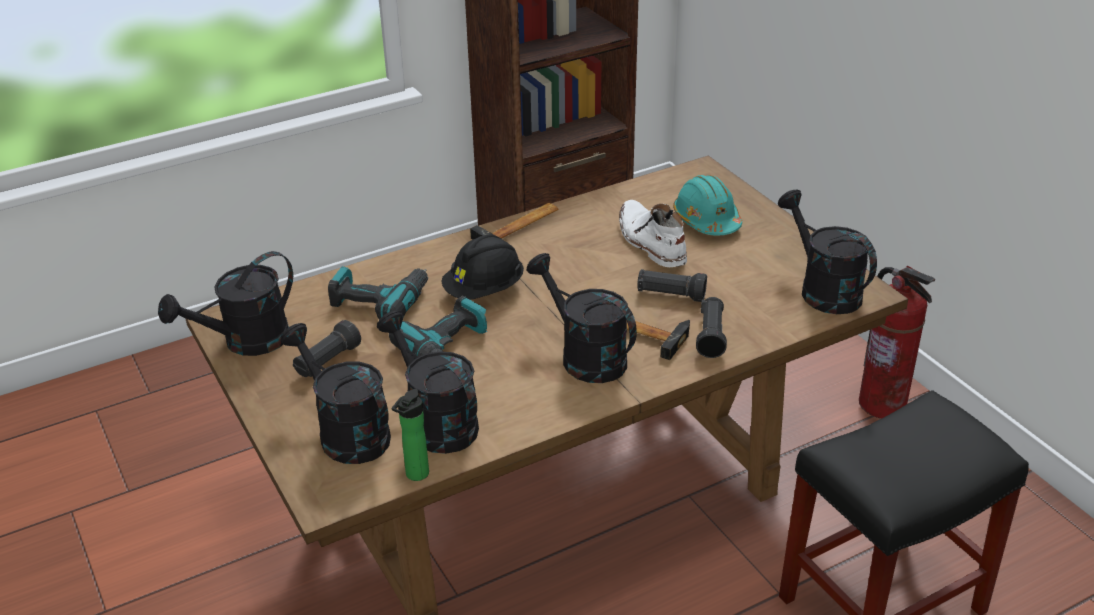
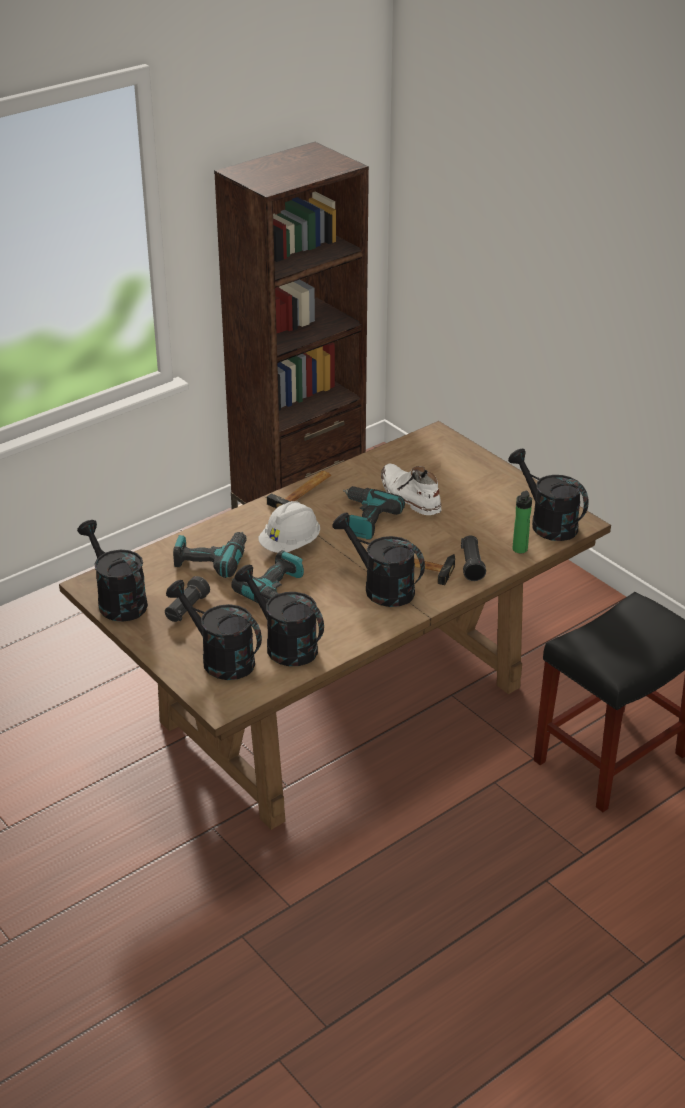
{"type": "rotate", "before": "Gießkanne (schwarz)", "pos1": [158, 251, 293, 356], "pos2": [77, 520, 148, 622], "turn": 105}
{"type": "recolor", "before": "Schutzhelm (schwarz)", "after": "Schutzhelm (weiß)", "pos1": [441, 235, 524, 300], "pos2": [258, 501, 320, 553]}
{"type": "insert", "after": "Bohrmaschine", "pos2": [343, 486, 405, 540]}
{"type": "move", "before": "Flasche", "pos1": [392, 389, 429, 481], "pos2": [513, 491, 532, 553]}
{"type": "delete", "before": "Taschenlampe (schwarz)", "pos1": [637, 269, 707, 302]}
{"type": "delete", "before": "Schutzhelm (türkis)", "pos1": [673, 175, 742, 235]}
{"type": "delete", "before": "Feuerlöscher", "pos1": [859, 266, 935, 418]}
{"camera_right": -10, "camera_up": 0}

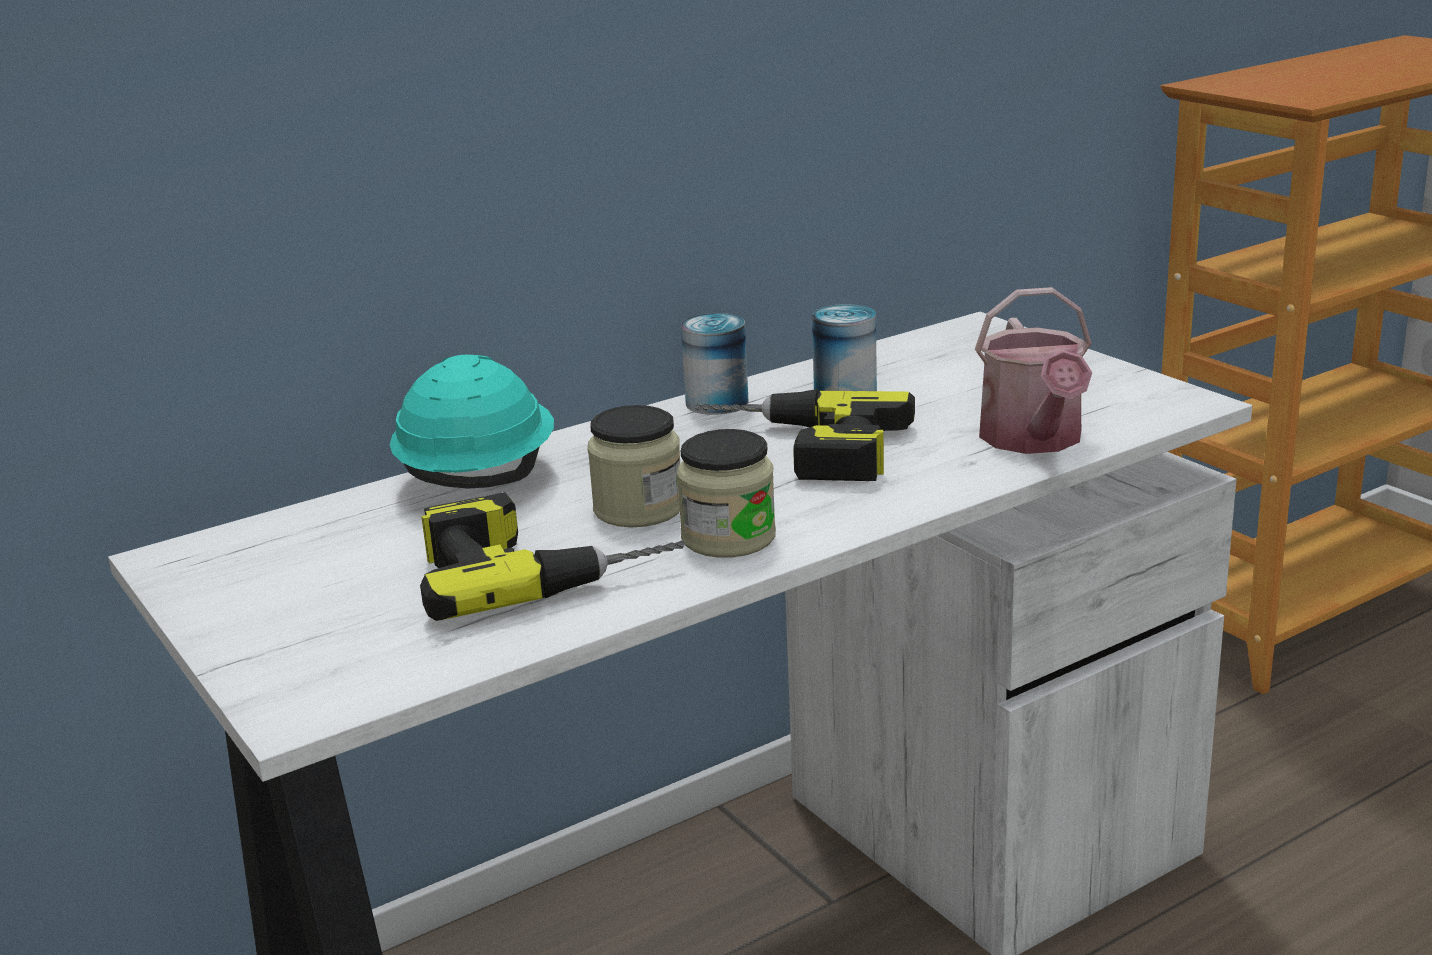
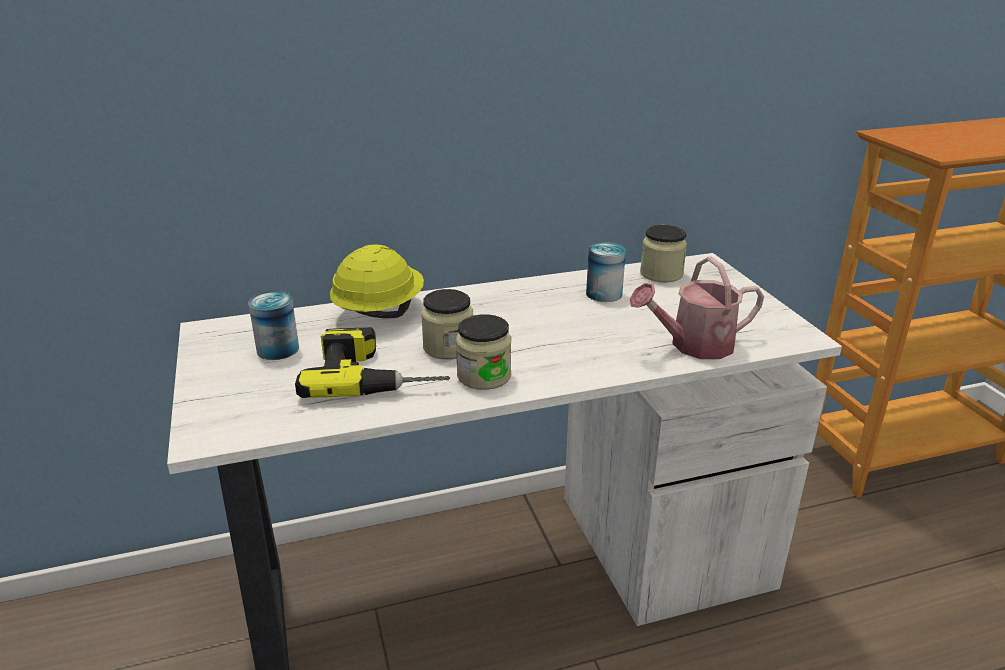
{"type": "move", "before": "Dose", "pos1": [681, 313, 748, 415], "pos2": [248, 291, 299, 360]}
{"type": "recolor", "before": "Schutzhelm (türkis)", "after": "Schutzhelm (gelb)", "pos1": [390, 355, 554, 489], "pos2": [330, 244, 424, 318]}
{"type": "rotate", "before": "Gießkanne", "pos1": [975, 287, 1093, 454], "pos2": [630, 256, 764, 359], "turn": 60}
{"type": "insert", "after": "Vorratsglas", "pos2": [640, 225, 687, 282]}
{"type": "delete", "before": "Bohrmaschine", "pos1": [695, 389, 915, 481]}
{"camera_right": 15, "camera_up": 5}

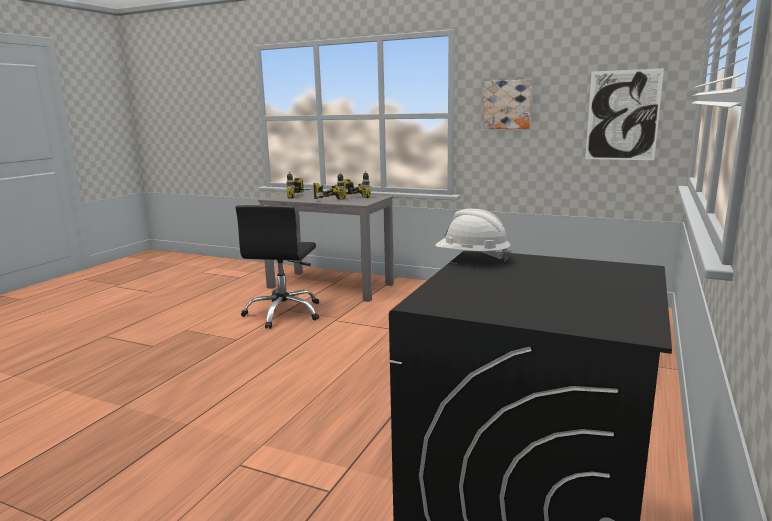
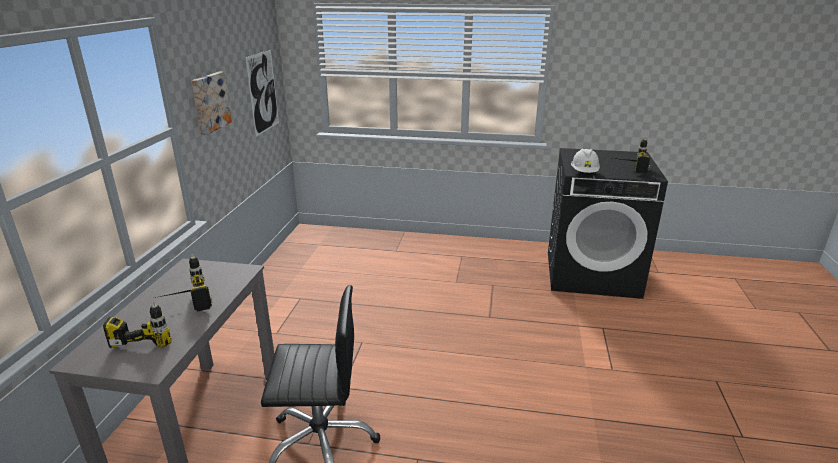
{"type": "move", "before": "Bohrmaschine", "pos1": [344, 170, 372, 198], "pos2": [613, 137, 650, 174]}
{"camera_right": -105, "camera_up": 10}

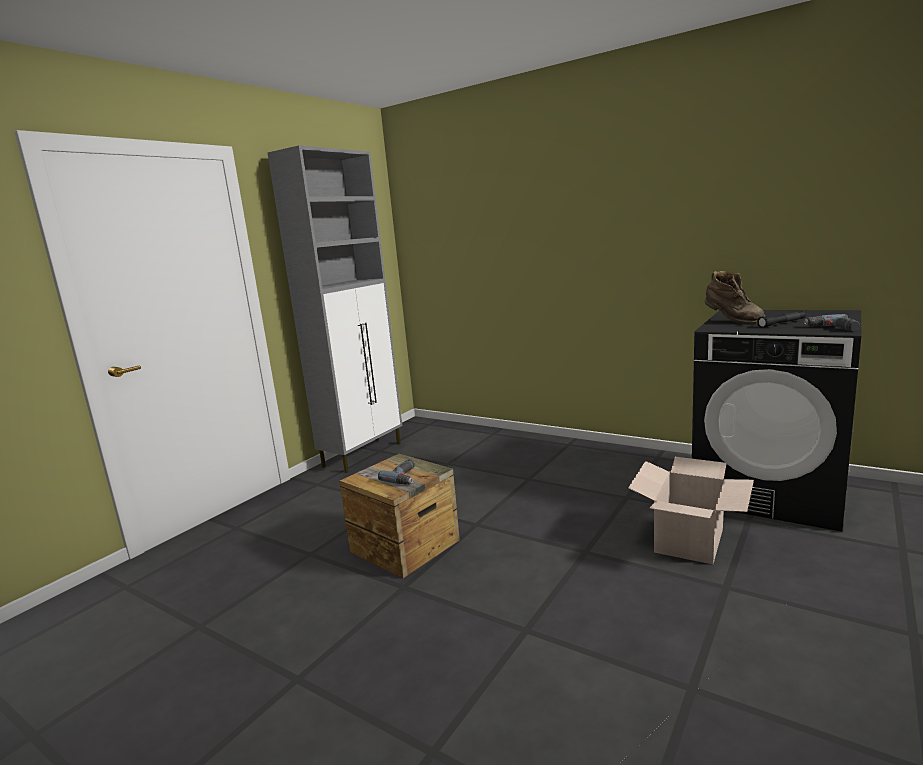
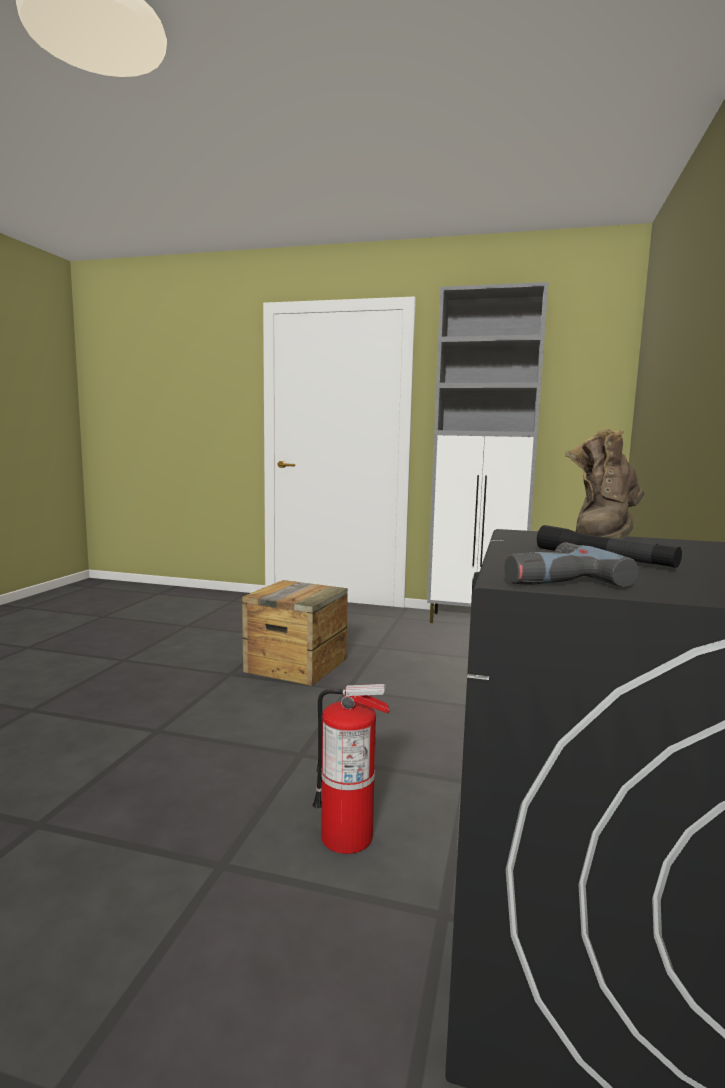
{"type": "replace", "before": "Karton", "after": "Feuerlöscher", "pos1": [628, 457, 754, 565], "pos2": [312, 684, 390, 854]}
{"type": "delete", "before": "Bohrmaschine", "pos1": [378, 459, 415, 485]}
{"camera_right": 70, "camera_up": -5}

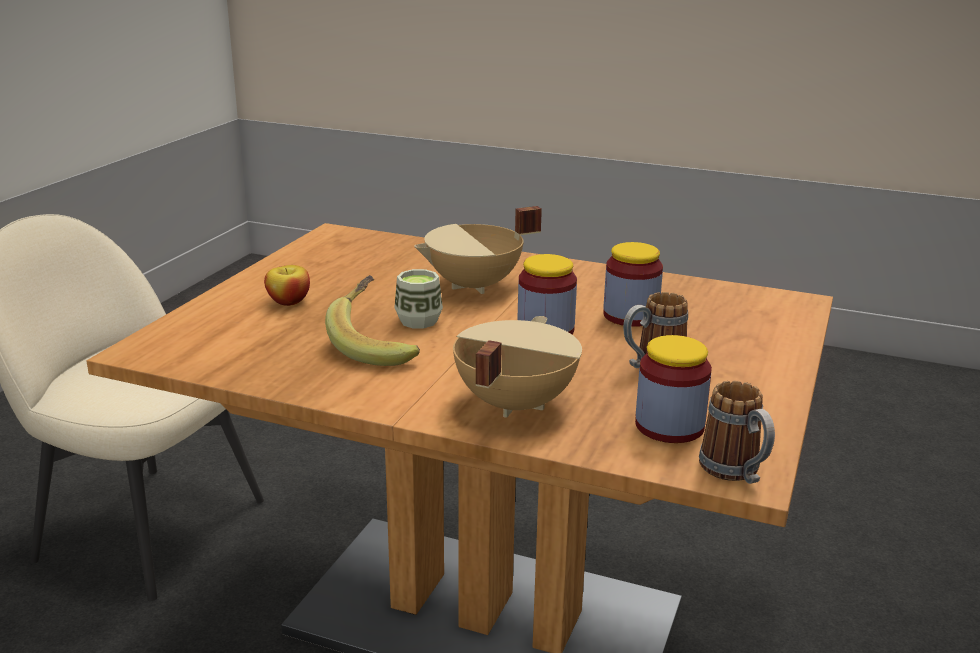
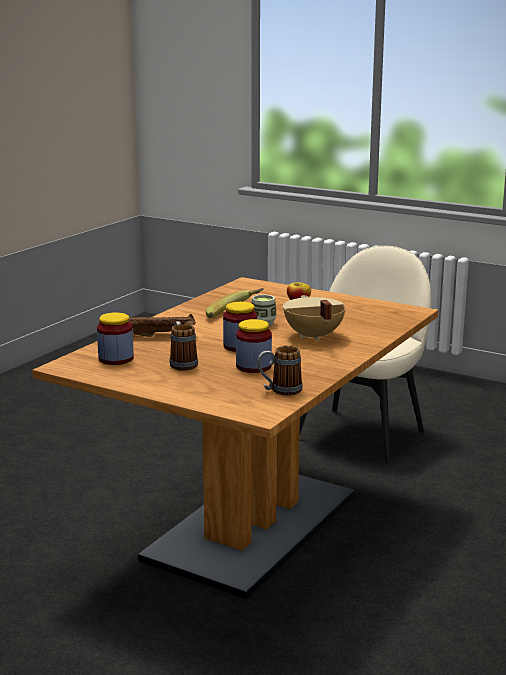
{"type": "replace", "before": "Kochtopf (beige)", "after": "Tablett (braun)", "pos1": [453, 316, 582, 418], "pos2": [129, 314, 196, 337]}
{"type": "move", "before": "Henkelbecher", "pos1": [699, 381, 775, 484], "pos2": [257, 346, 303, 396]}
{"camera_right": 100, "camera_up": -5}

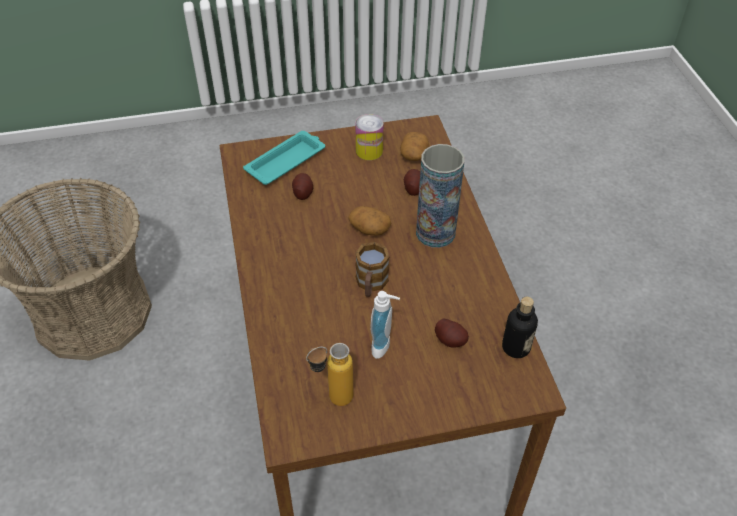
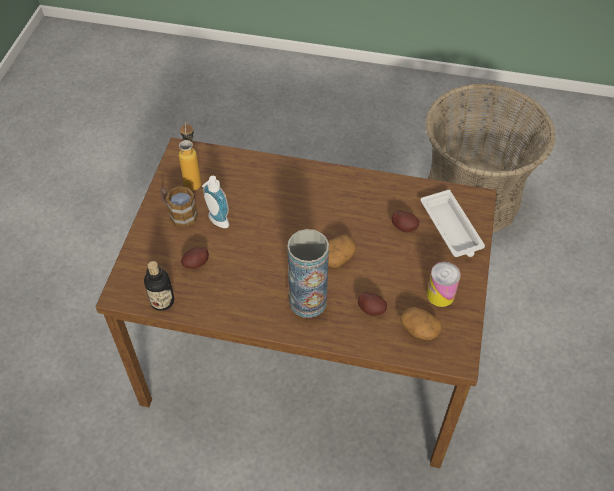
{"type": "move", "before": "Henkelbecher", "pos1": [355, 242, 390, 297], "pos2": [159, 186, 198, 228]}
{"type": "recolor", "before": "Tablett (türkis)", "after": "Tablett (weiß)", "pos1": [243, 131, 325, 185], "pos2": [421, 190, 485, 257]}
{"camera_right": 115, "camera_up": 5}

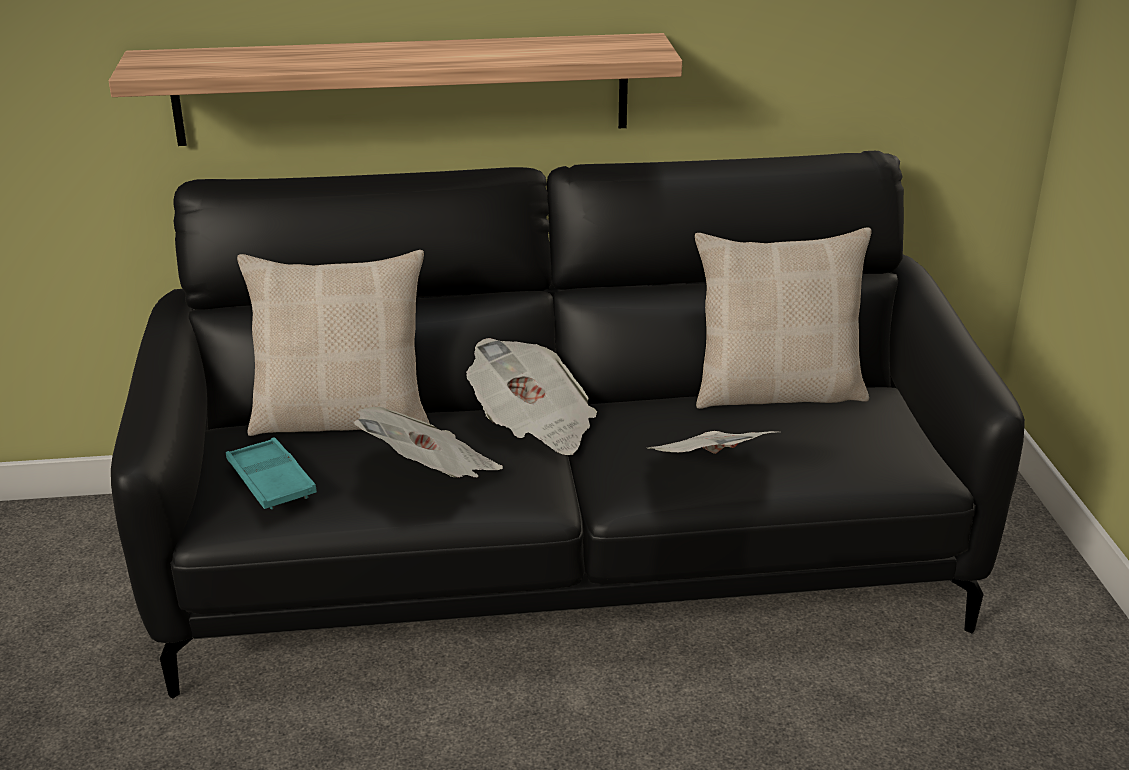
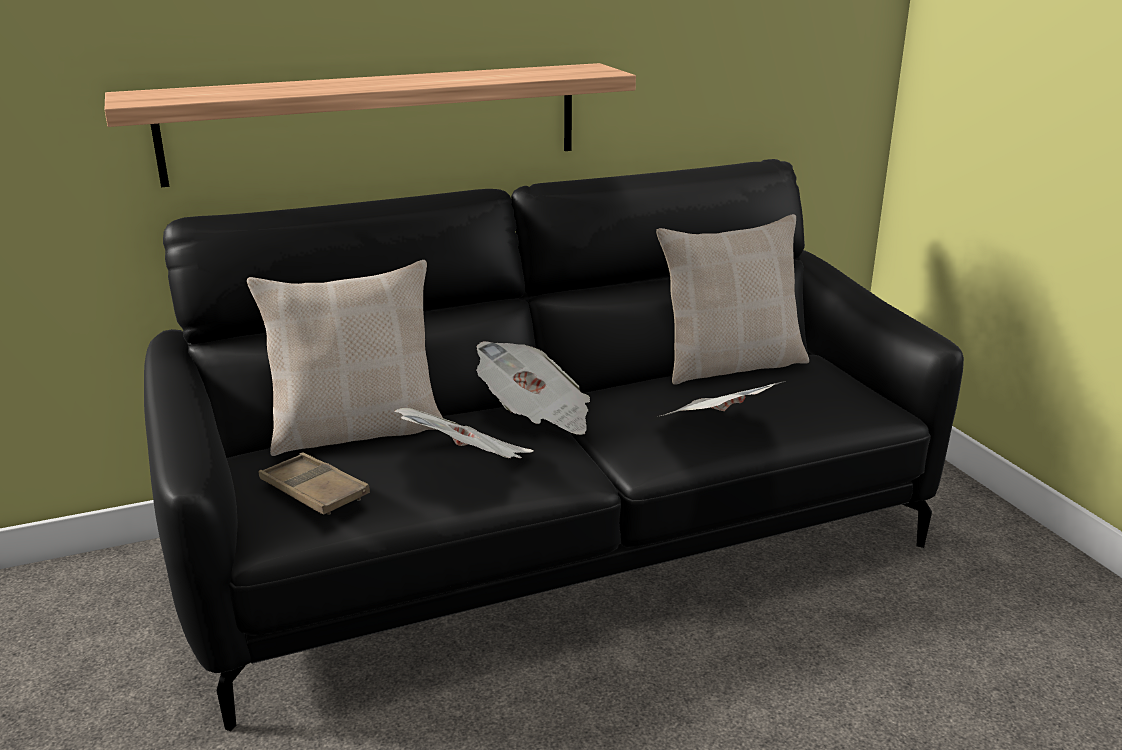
{"type": "recolor", "before": "Tablett (türkis)", "after": "Tablett (braun)", "pos1": [226, 437, 317, 509], "pos2": [259, 452, 370, 515]}
{"camera_right": -15, "camera_up": -5}

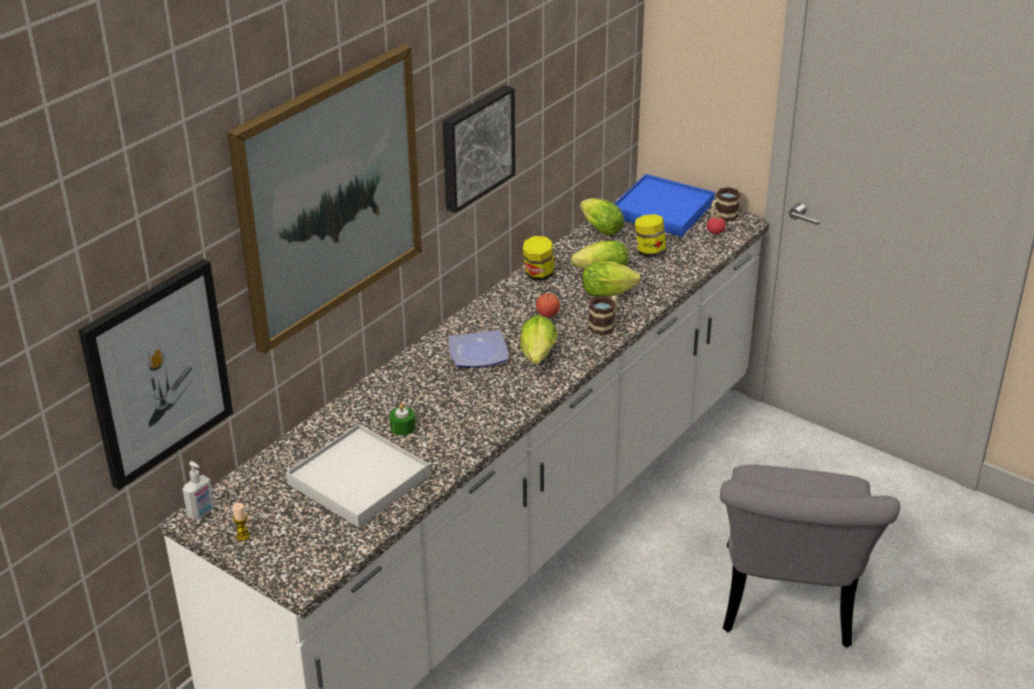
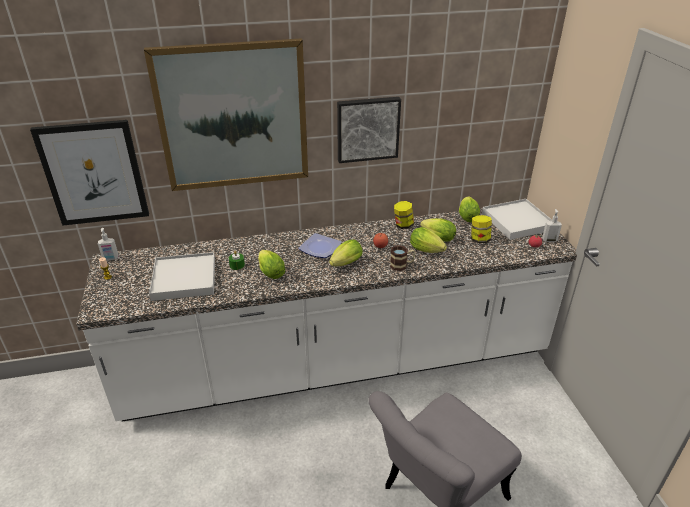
{"type": "insert", "after": "Salatkopf", "pos2": [258, 250, 285, 279]}
{"type": "recolor", "before": "Tablett (blau)", "after": "Tablett (weiß)", "pos1": [614, 174, 715, 237], "pos2": [482, 199, 552, 240]}
{"type": "replace", "before": "Henkelbecher", "after": "Seifenspender", "pos1": [711, 187, 740, 222], "pos2": [542, 209, 562, 242]}
{"camera_right": 40, "camera_up": 0}

